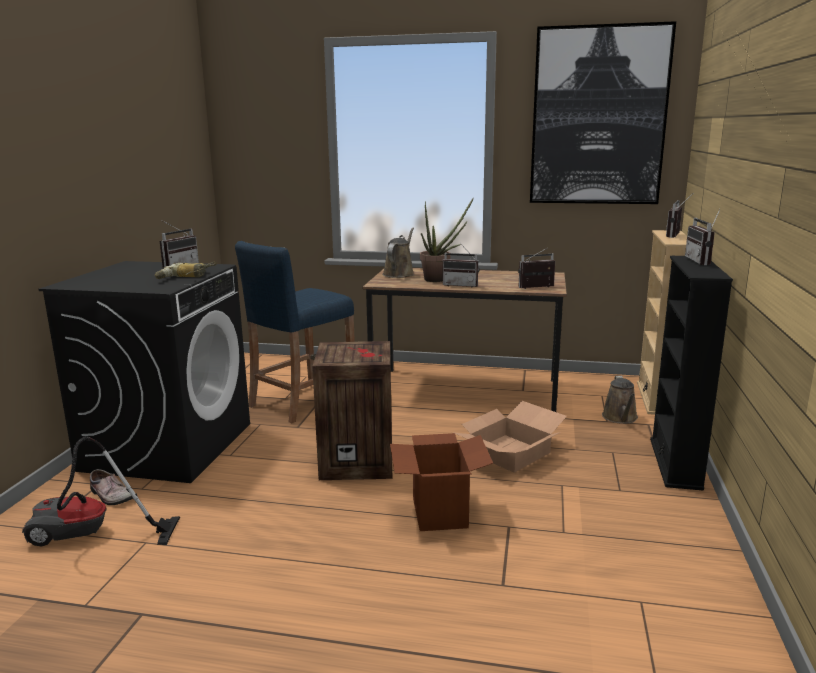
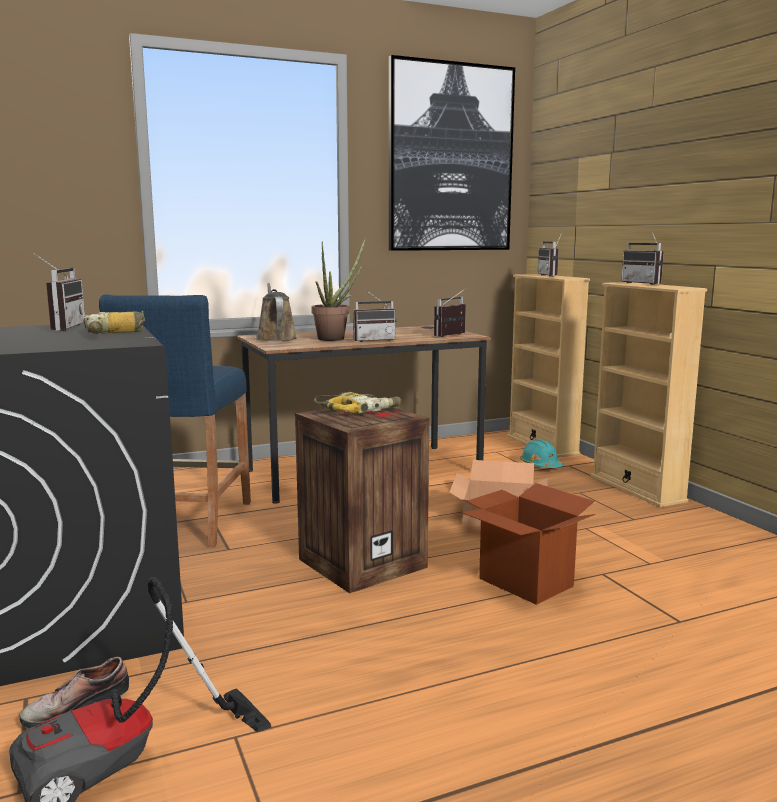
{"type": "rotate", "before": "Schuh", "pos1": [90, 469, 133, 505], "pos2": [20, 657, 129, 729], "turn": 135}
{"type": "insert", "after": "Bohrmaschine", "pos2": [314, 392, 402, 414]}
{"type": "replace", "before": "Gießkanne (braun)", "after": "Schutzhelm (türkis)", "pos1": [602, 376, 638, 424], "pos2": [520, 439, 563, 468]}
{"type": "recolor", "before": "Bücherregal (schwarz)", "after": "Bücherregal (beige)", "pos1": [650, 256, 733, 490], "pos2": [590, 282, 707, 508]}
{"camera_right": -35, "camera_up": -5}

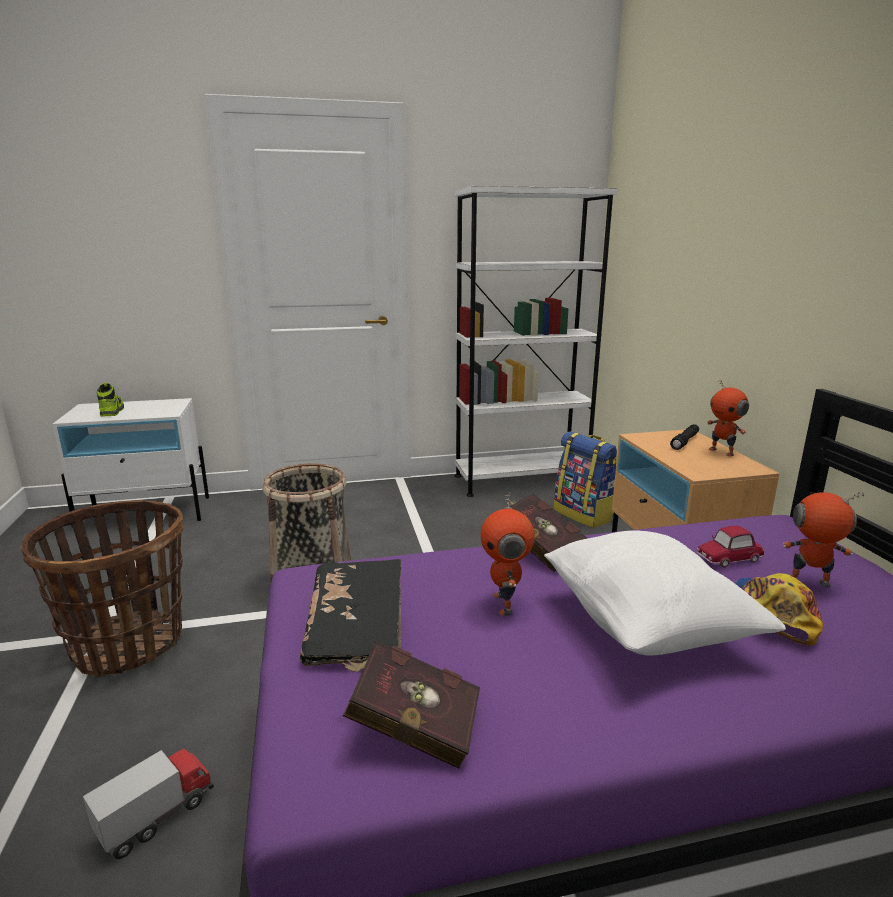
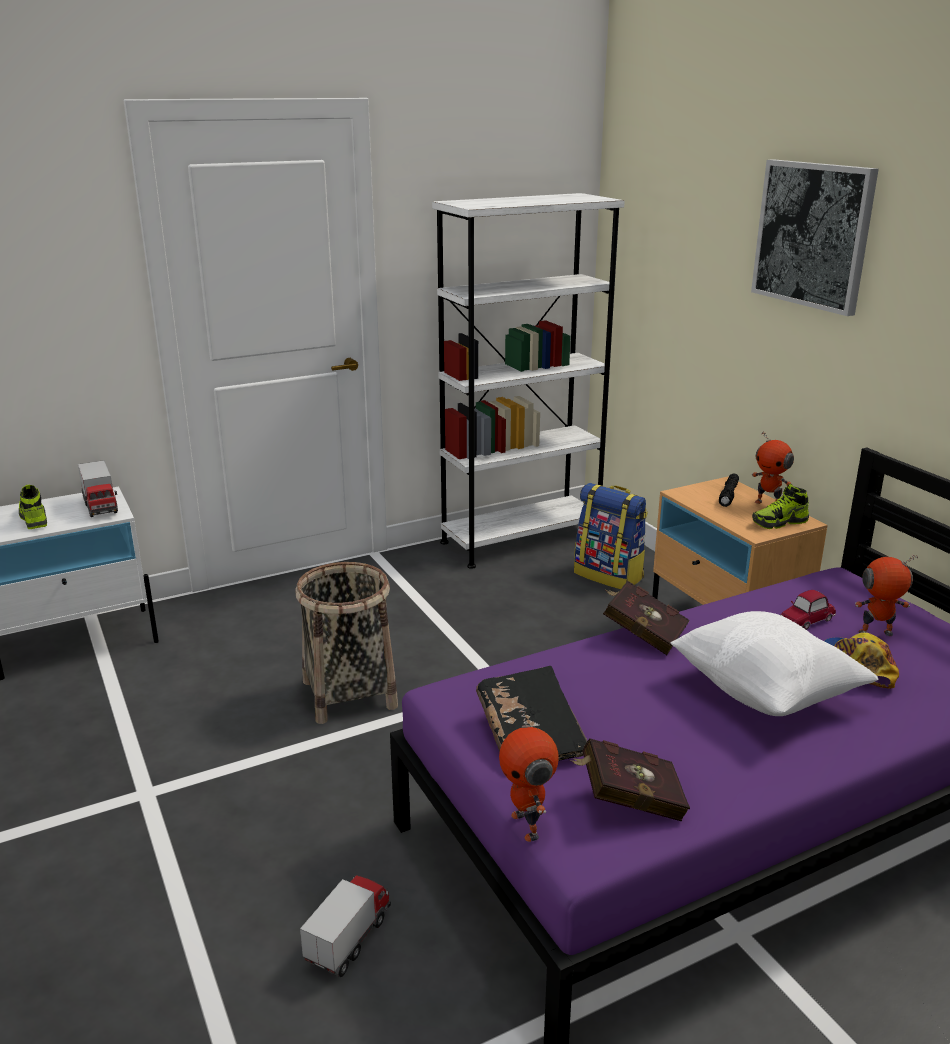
{"type": "insert", "after": "Spielzeuglaster", "pos2": [78, 460, 118, 517]}
{"type": "move", "before": "Spielzeugroboter", "pos1": [480, 492, 535, 616], "pos2": [499, 707, 559, 842]}
{"type": "insert", "after": "Bild", "pos2": [751, 159, 879, 316]}
{"type": "insert", "after": "Schuh", "pos2": [752, 484, 809, 529]}
{"type": "delete", "before": "Korb", "pos1": [21, 500, 184, 677]}
{"camera_right": -15, "camera_up": 5}

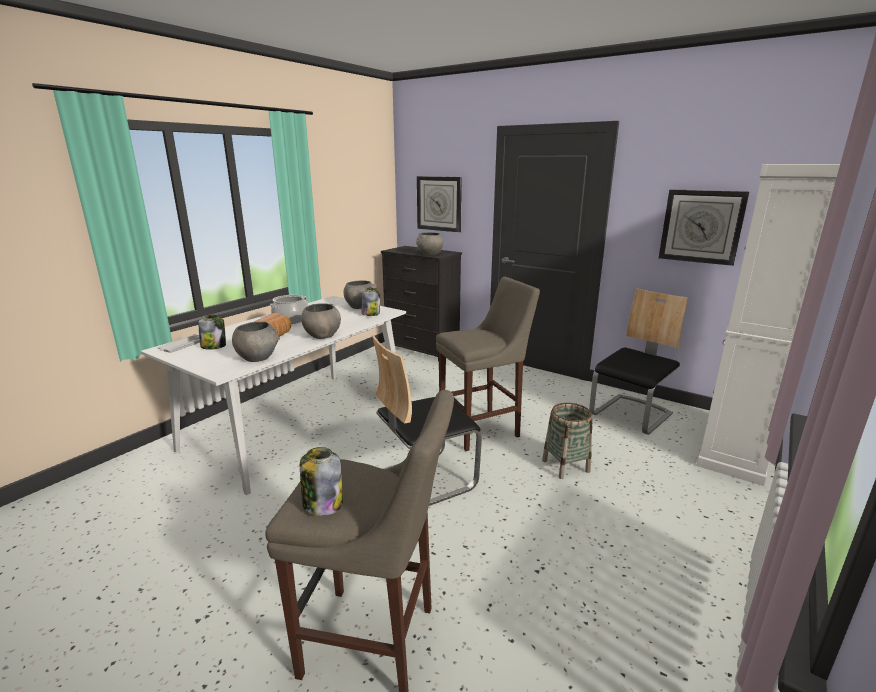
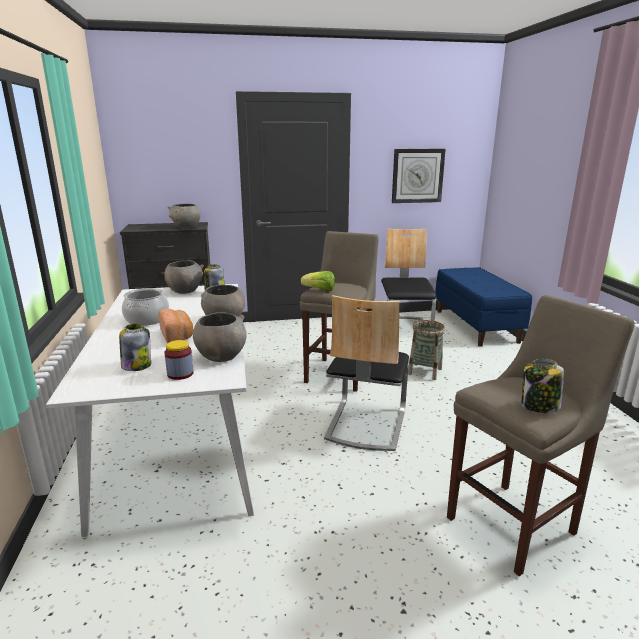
{"type": "insert", "after": "Vorratsglas", "pos2": [164, 340, 194, 380]}
{"type": "insert", "after": "Salatkopf", "pos2": [301, 271, 335, 291]}
{"type": "replace", "before": "Schrank (weiß)", "after": "Bank (blau)", "pos1": [696, 164, 840, 486], "pos2": [435, 267, 532, 347]}
{"type": "delete", "before": "Tablett (weiß)", "pos1": [157, 334, 200, 353]}
{"type": "delete", "before": "Wanduhr", "pos1": [417, 176, 462, 232]}
{"camera_right": -45, "camera_up": 0}

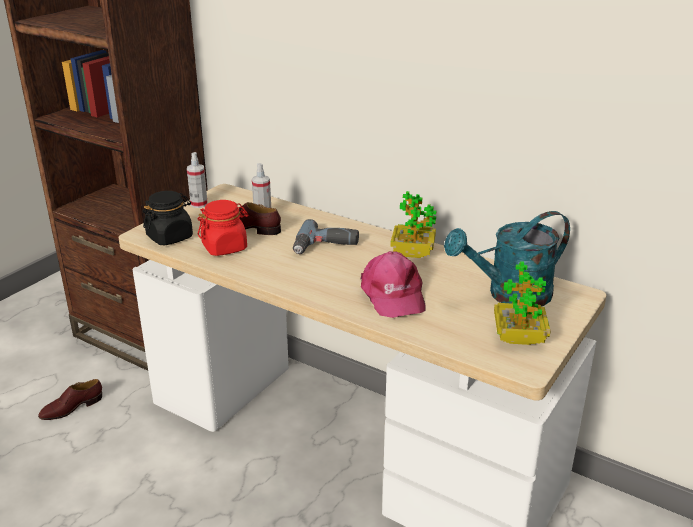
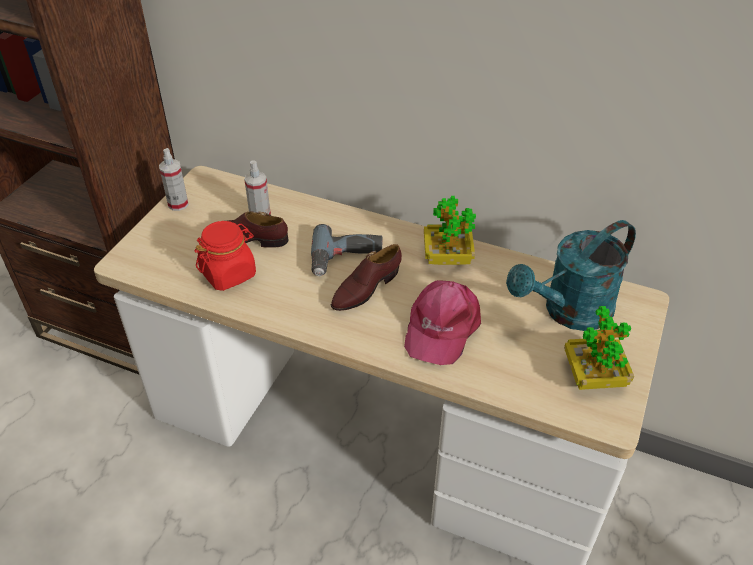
{"type": "move", "before": "Schuh (braun)", "pos1": [38, 379, 102, 420], "pos2": [331, 244, 402, 311]}
{"type": "rotate", "before": "Kappe (rosa)", "pos1": [360, 251, 425, 318], "pos2": [404, 280, 481, 365], "turn": 45}
{"type": "delete", "before": "Vorratsglas (schwarz)", "pos1": [143, 191, 193, 245]}
{"camera_right": -10, "camera_up": 15}

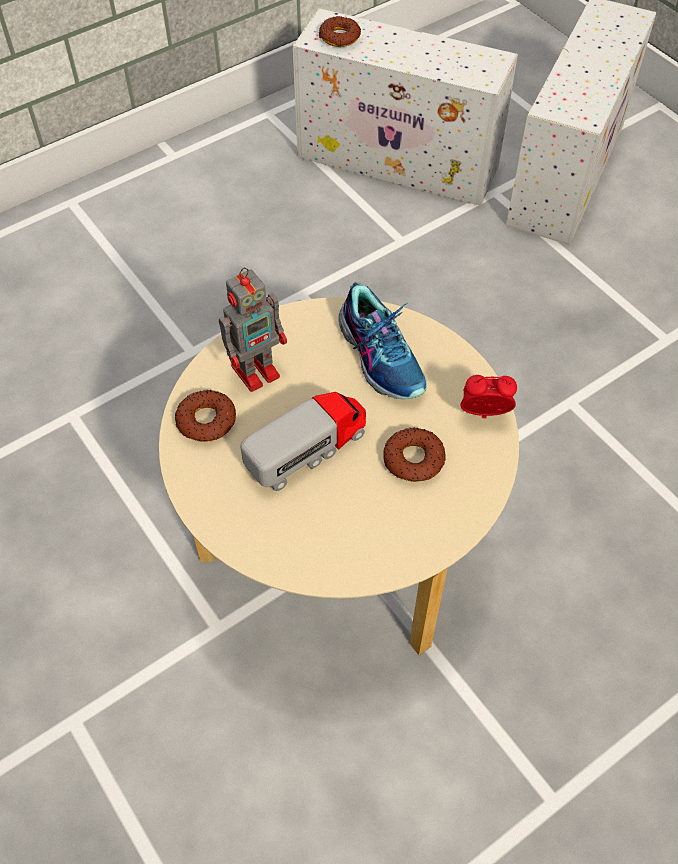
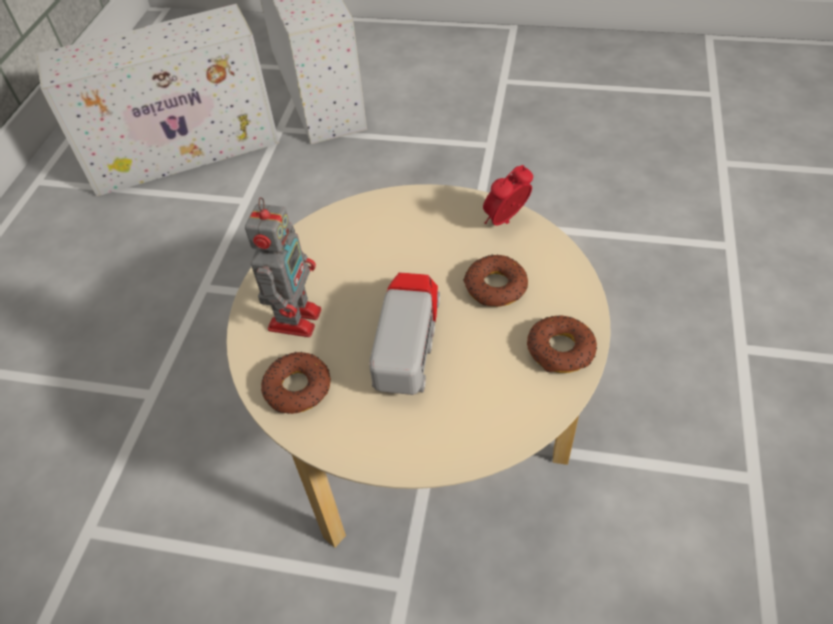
{"type": "move", "before": "Donut", "pos1": [319, 16, 361, 47], "pos2": [527, 315, 597, 373]}
{"type": "delete", "before": "Schuh", "pos1": [338, 282, 427, 400]}
{"camera_right": -40, "camera_up": -5}

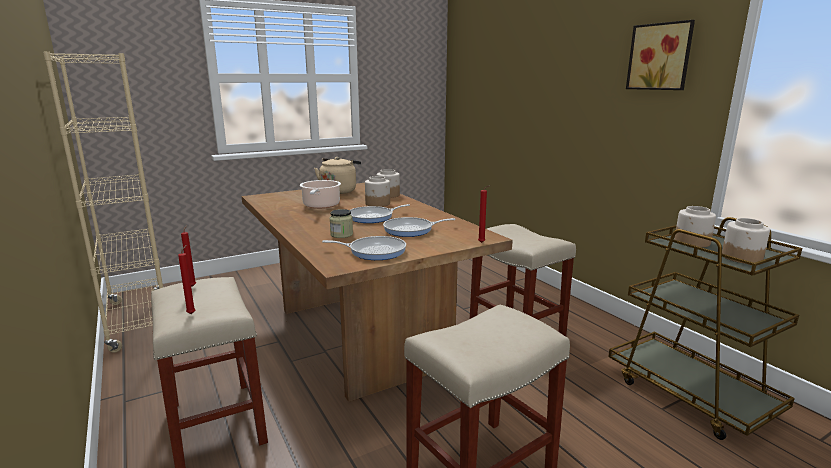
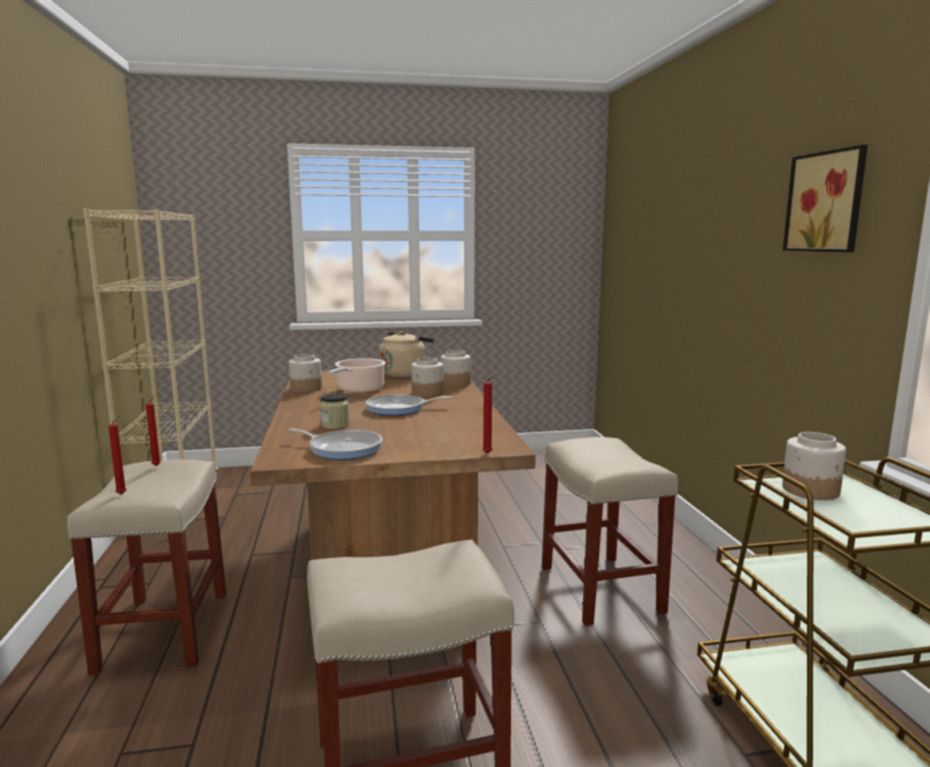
{"type": "move", "before": "Vorratsglas", "pos1": [722, 218, 770, 264], "pos2": [289, 354, 322, 392]}
{"type": "delete", "before": "Pfanne", "pos1": [383, 217, 455, 237]}
{"camera_right": 20, "camera_up": -5}

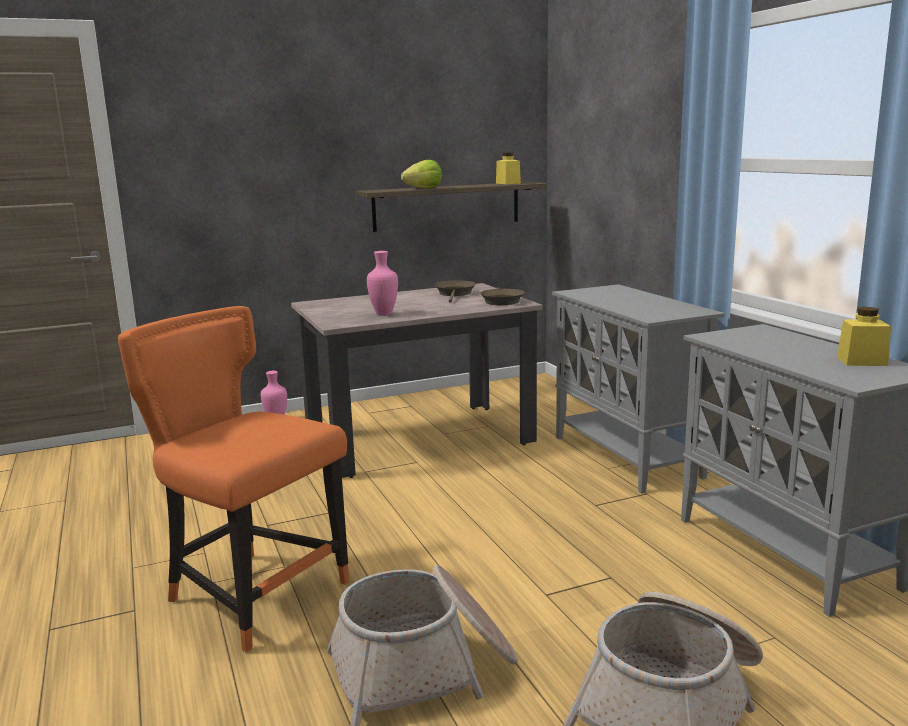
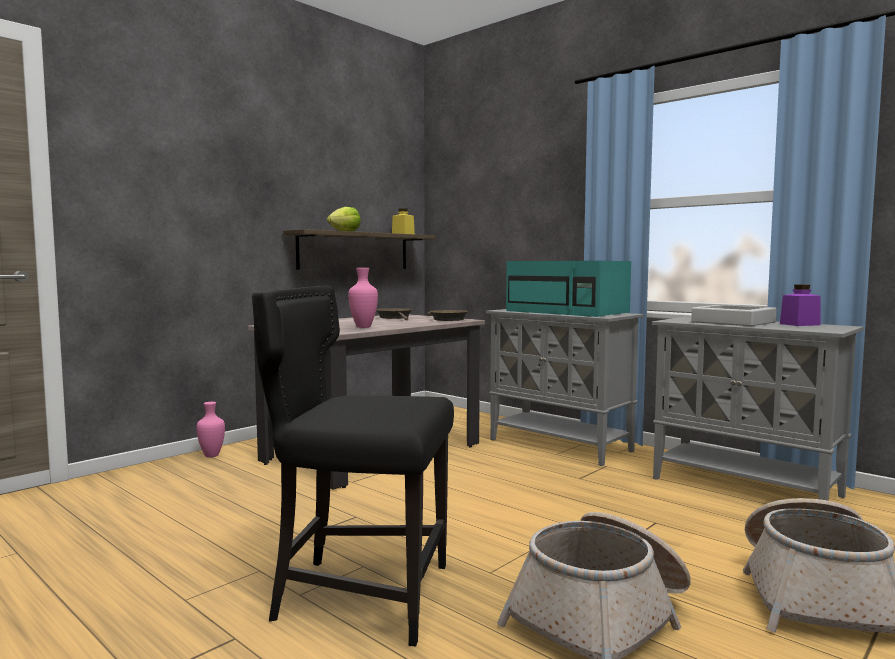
{"type": "recolor", "before": "Stuhl (orange)", "after": "Stuhl (schwarz)", "pos1": [118, 306, 350, 653], "pos2": [252, 286, 454, 646]}
{"type": "insert", "after": "Mikrowelle (türkis)", "pos2": [506, 261, 631, 317]}
{"type": "insert", "after": "Tablett (grau)", "pos2": [691, 305, 777, 326]}
{"type": "recolor", "before": "Vorratsglas (gelb)", "after": "Vorratsglas (lila)", "pos1": [837, 307, 891, 366], "pos2": [780, 285, 821, 326]}
{"camera_right": -25, "camera_up": -10}

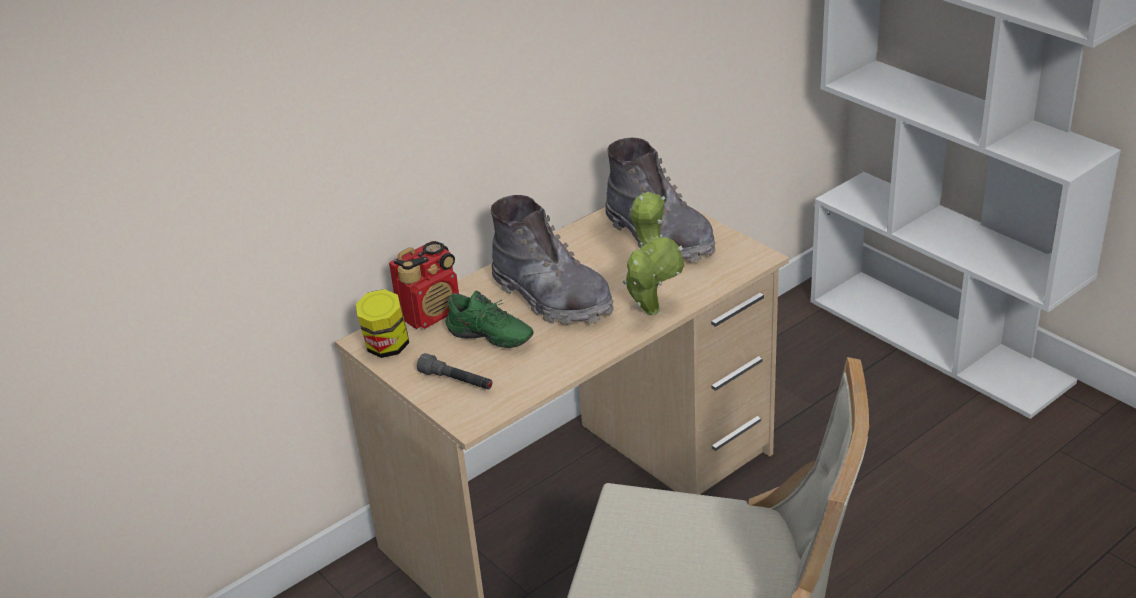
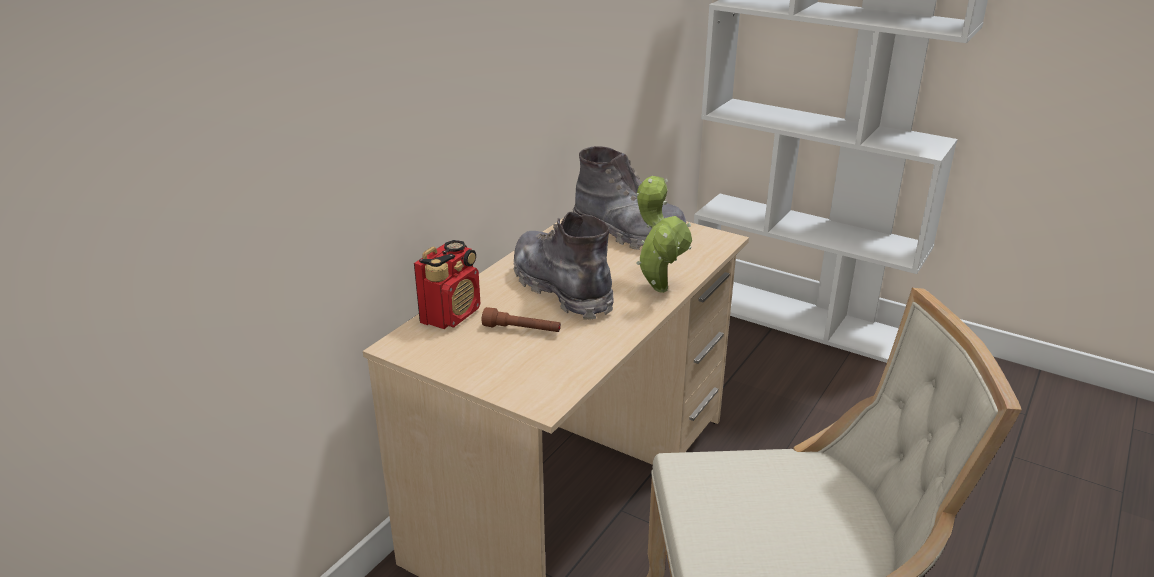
{"type": "replace", "before": "Schuh (grün)", "after": "Taschenlampe (braun)", "pos1": [445, 290, 534, 348], "pos2": [482, 307, 561, 332]}
{"type": "rotate", "before": "Stiefel (grau)", "pos1": [491, 195, 614, 325], "pos2": [514, 212, 613, 320], "turn": -150}
{"type": "delete", "before": "Vorratsglas", "pos1": [356, 289, 409, 358]}
{"type": "delete", "before": "Taschenlampe (grau)", "pos1": [417, 353, 492, 390]}
{"camera_right": -20, "camera_up": -5}

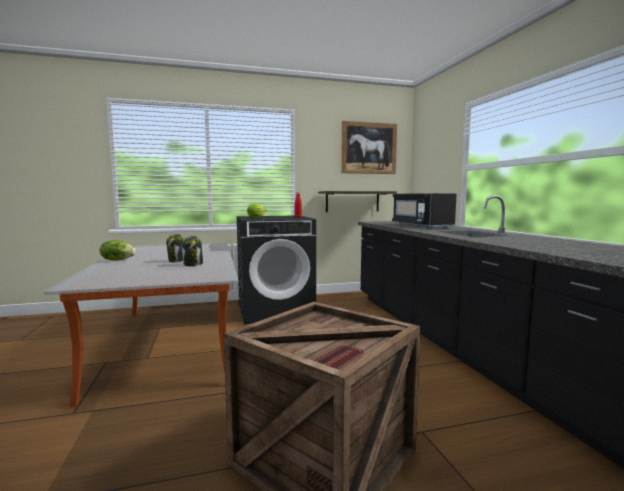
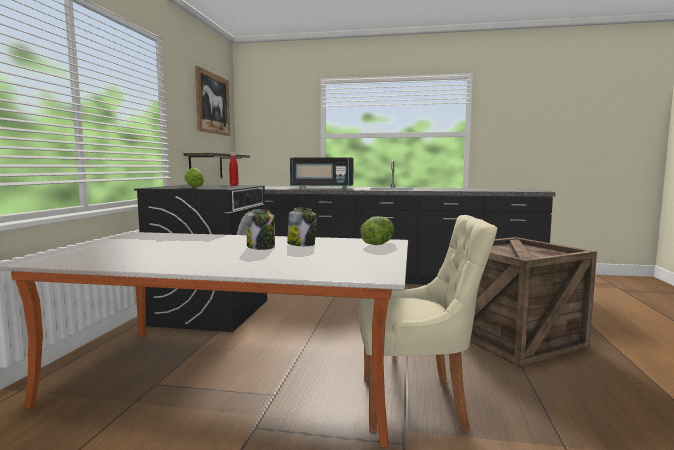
{"type": "insert", "after": "Stuhl (beige)", "pos2": [358, 215, 497, 433]}
{"type": "move", "before": "Salatkopf", "pos1": [99, 240, 136, 261], "pos2": [360, 216, 394, 245]}
{"camera_right": -65, "camera_up": 0}

